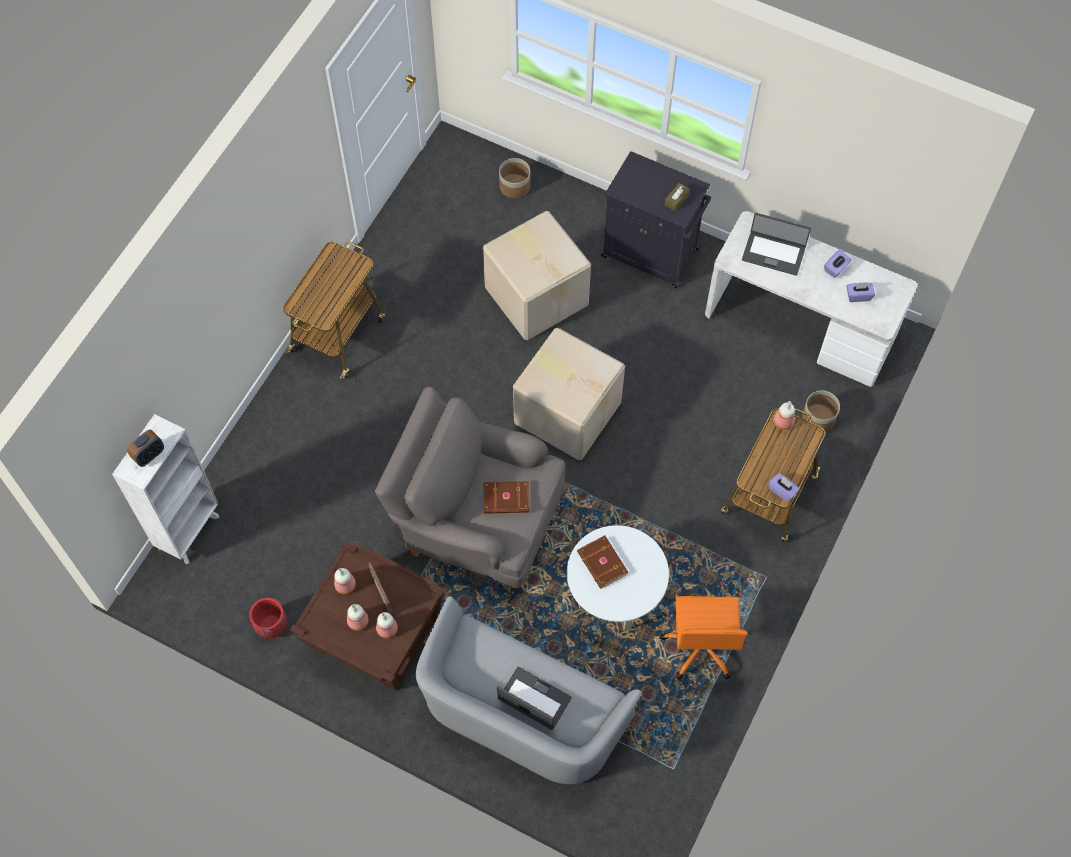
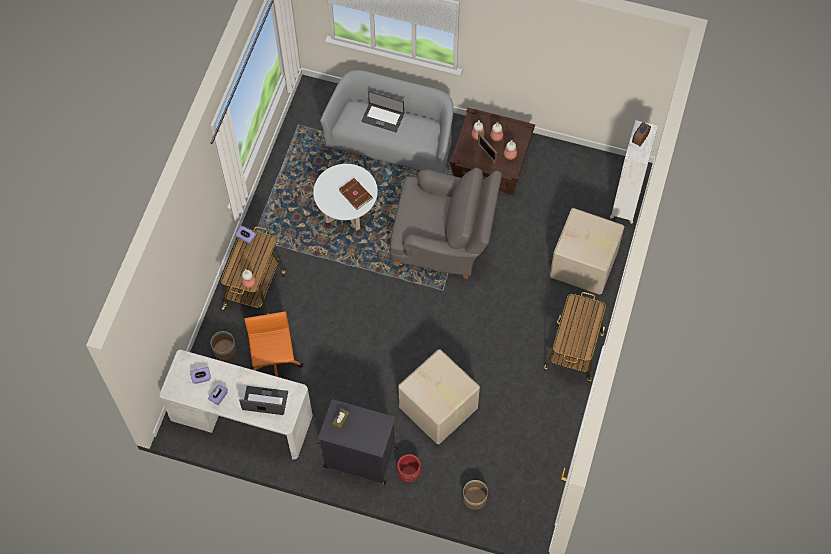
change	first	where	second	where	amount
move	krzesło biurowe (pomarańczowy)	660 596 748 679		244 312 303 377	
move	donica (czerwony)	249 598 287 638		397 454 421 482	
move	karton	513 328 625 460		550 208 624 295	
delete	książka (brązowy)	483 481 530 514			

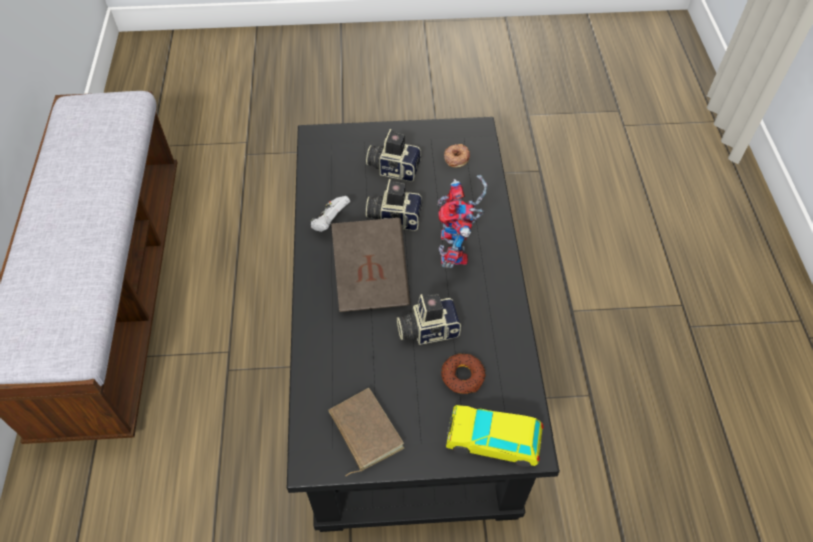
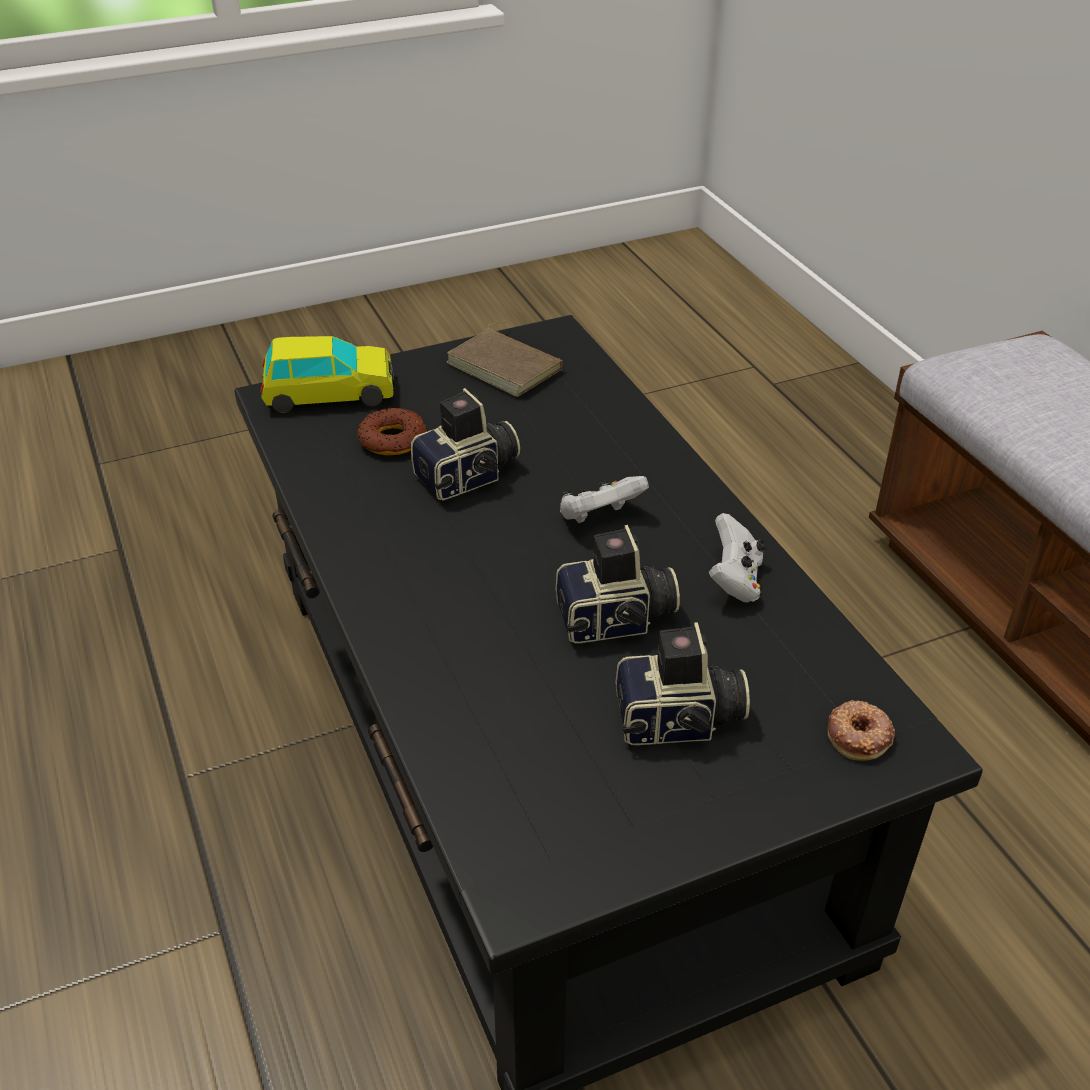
change	first	where	second	where	amount
replace	książka (brązowy)	331 218 410 312	pad do gier (biały)	560 476 649 523	
move	donut	444 144 470 168		828 700 895 761	
delete	robot zabawkowy	438 175 488 268			

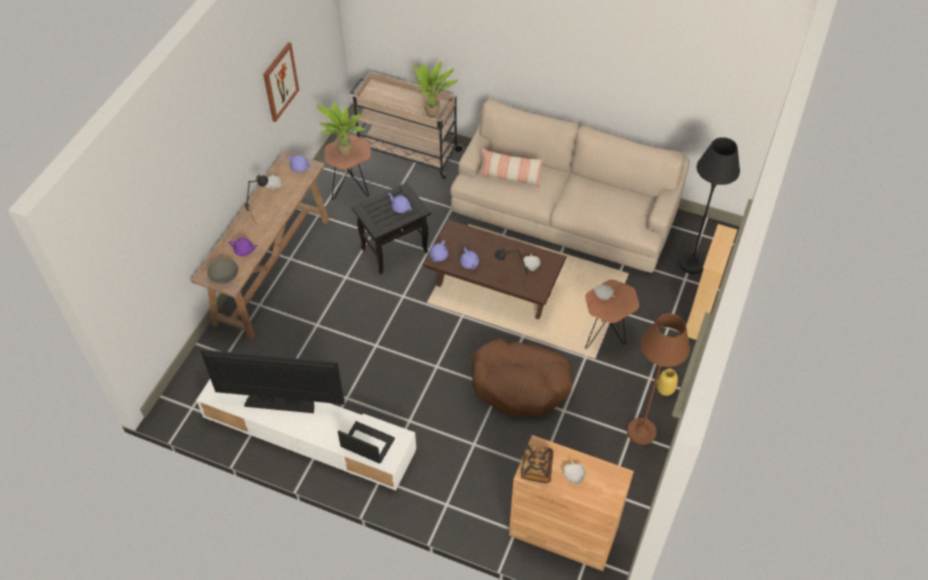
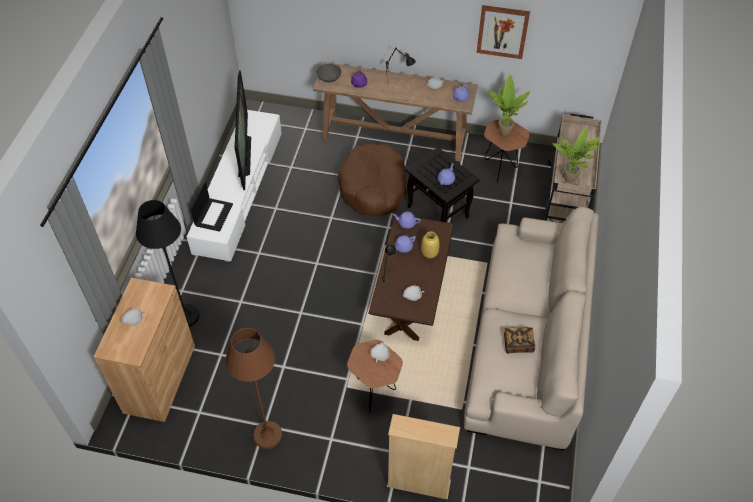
change	first	where	second	where	amount
move	lampa stojąca (czarny)	679 137 740 274		136 200 199 327	
move	legowisko (brązowy)	471 338 573 416		338 143 407 216	
move	wazon (żółty)	657 369 678 396		421 231 439 258	
move	książka	521 444 553 483		504 327 535 354	
delete	poduszka	479 148 543 188			

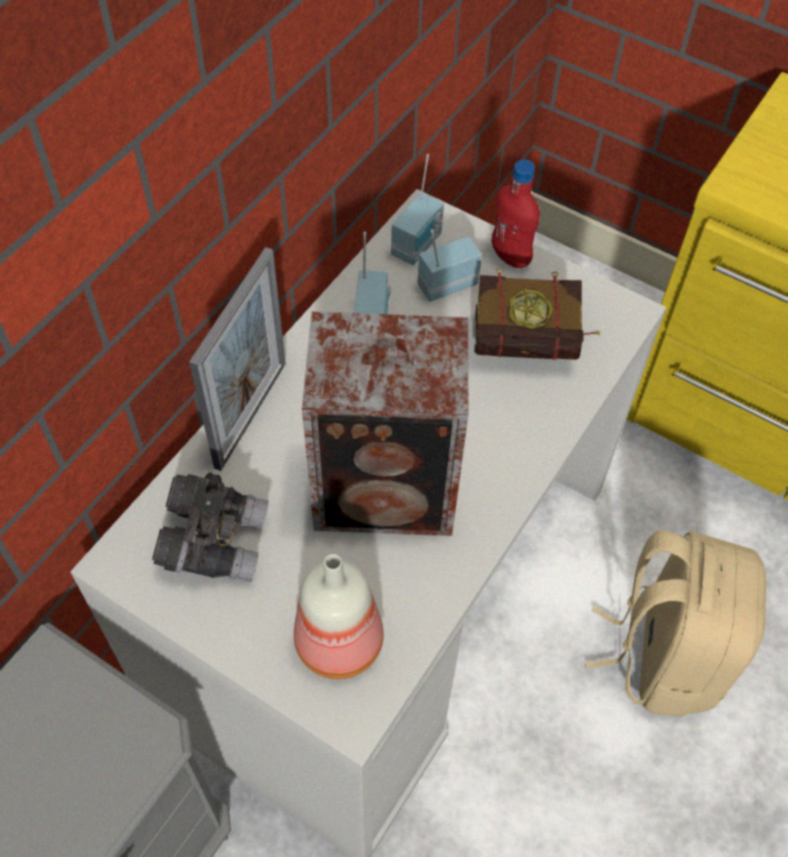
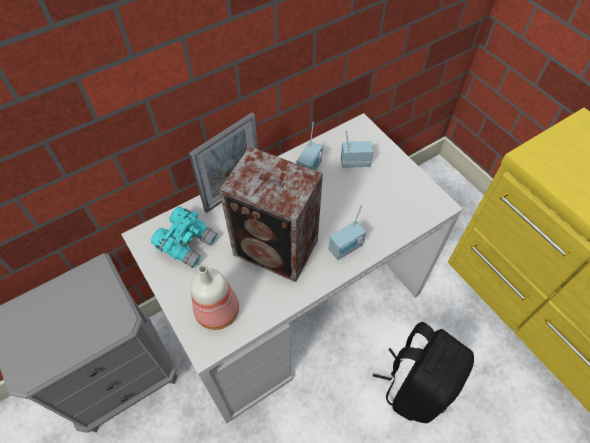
change	first	where	second	where	amount
recolor	lornetka (szary)	152 473 269 582	lornetka (turkusowy)	151 206 217 268	
move	radio	391 154 444 265		329 204 366 260	
recolor	plecak (beżowy)	585 530 766 717	plecak (czarny)	373 322 474 423	
delete	książka	474 269 600 360			
delete	butelka (czerwony)	492 160 540 268			

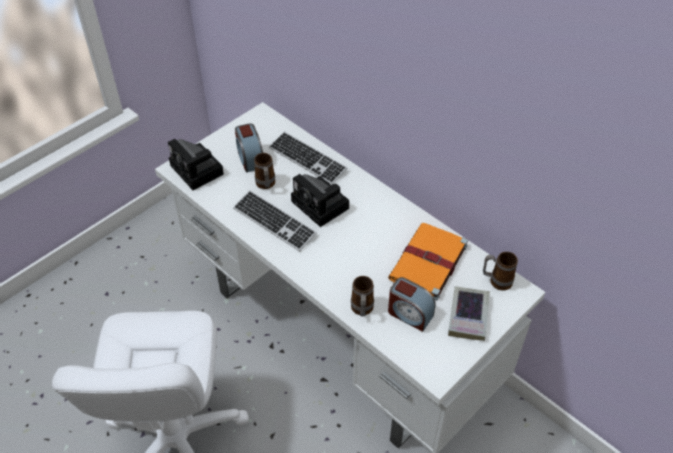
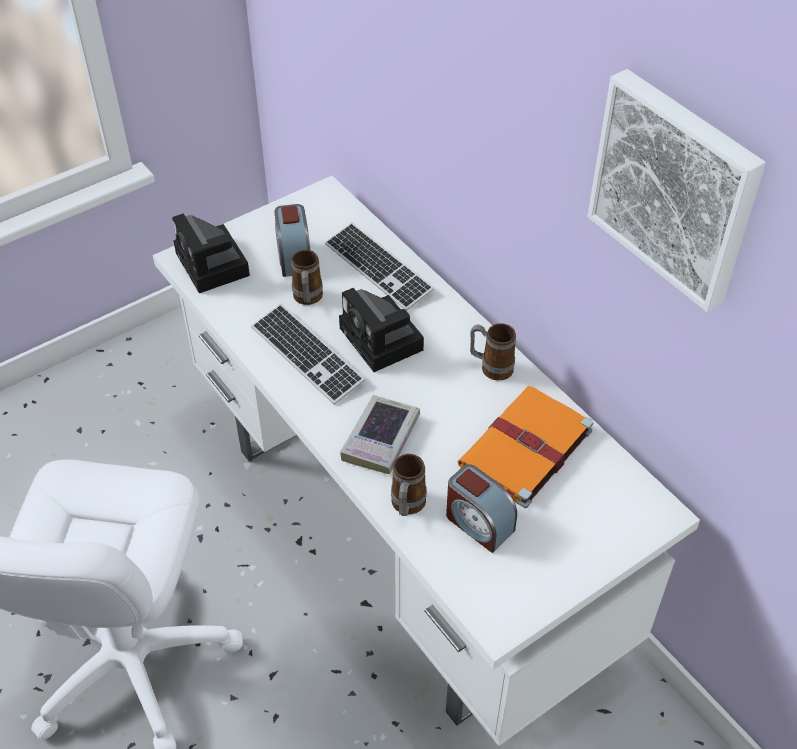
change	first	where	second	where	amount
move	książka	448 286 490 341		340 395 420 474	
move	kubek	483 252 518 290		470 323 516 381	
insert			obraz	588 69 766 312	

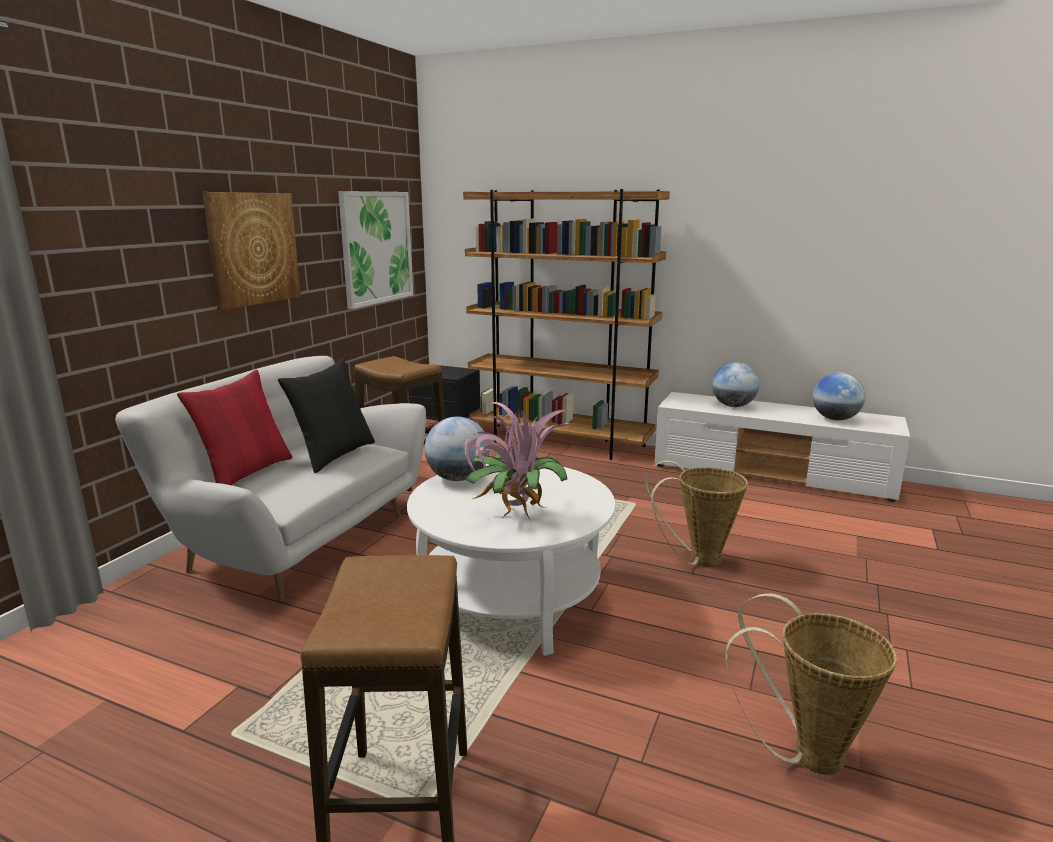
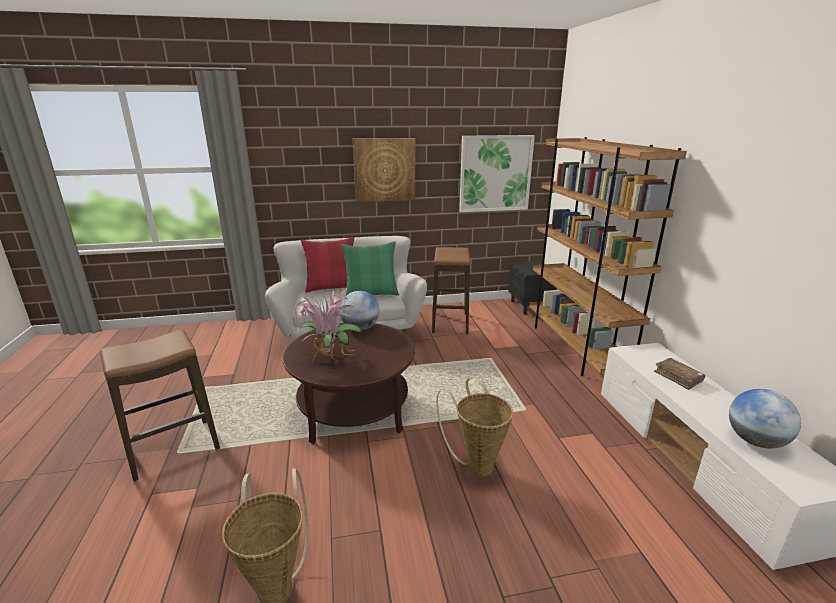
change	first	where	second	where	amount
recolor	ława (biały)	407 464 615 656	ława (brązowy)	283 323 415 444	
recolor	poduszka (czarny)	278 358 375 473	poduszka (zielony)	341 241 399 295	
replace	globus	712 362 759 407	książka (brązowy)	654 358 705 390	

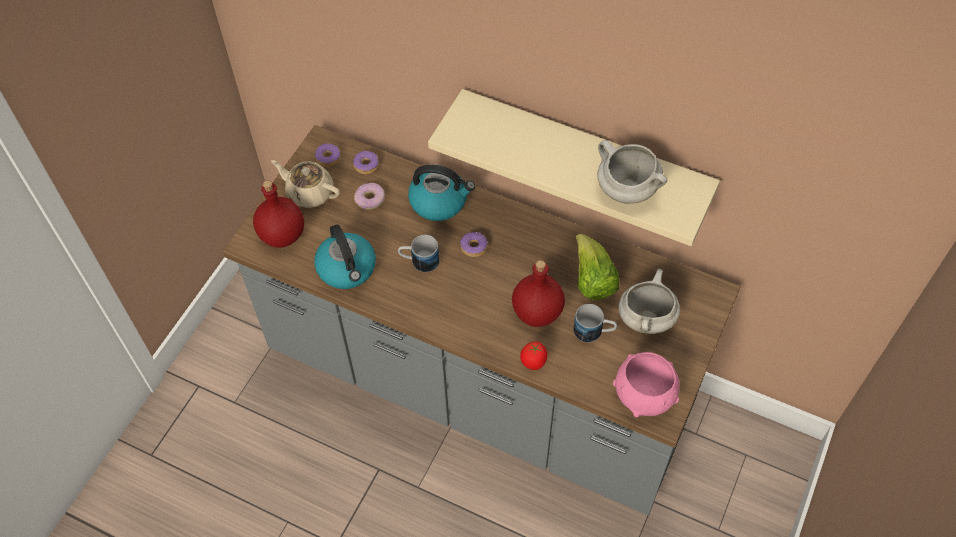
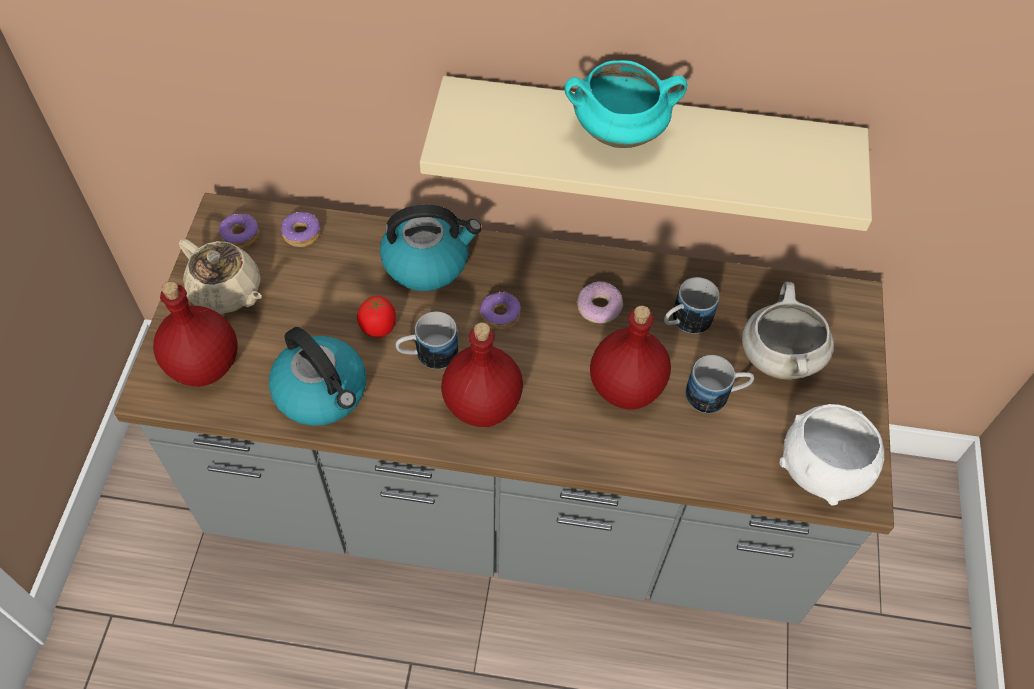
change	first	where	second	where	amount
rotate	imbryk (beżowy)	271 160 340 208		179 238 262 314	150 degrees counterclockwise
move	pomidor	520 341 548 370		357 296 396 337	
insert			butelka (czerwony)	441 322 523 427	
insert			garnek (turkusowy)	565 60 687 148	
move	donut	354 183 385 210		577 281 623 323	
replace	sałata	576 234 619 300	kubek	664 277 719 334	
recolor	miska (różowy)	613 352 680 417	miska (biały)	779 404 884 505	
delete	garnek (biały)	597 140 667 204			

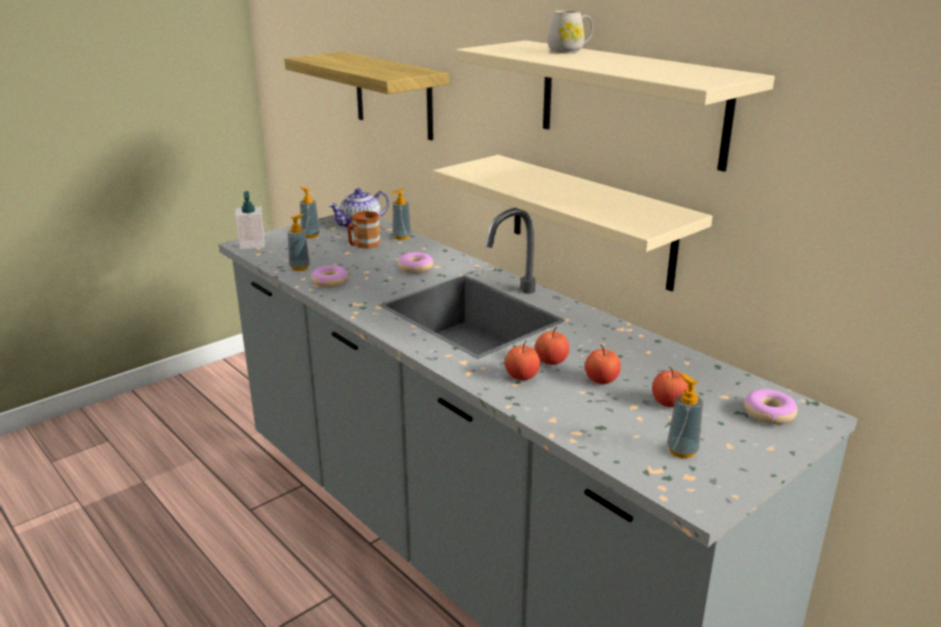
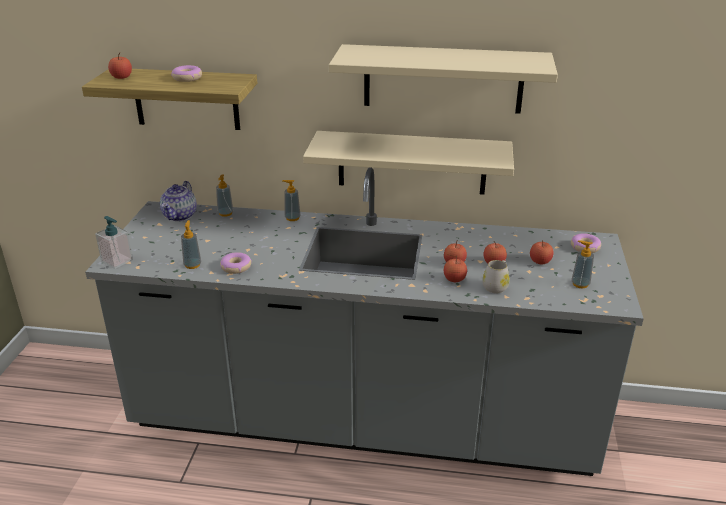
change	first	where	second	where	amount
insert			jabłko	108 53 132 79	
move	donut	398 252 433 273		171 65 202 82	
move	dozownik mydła	300 187 320 238		282 180 301 221	
move	kubek (biały)	547 10 593 53		482 260 509 293	
delete	kubek (brązowy)	347 211 381 249			

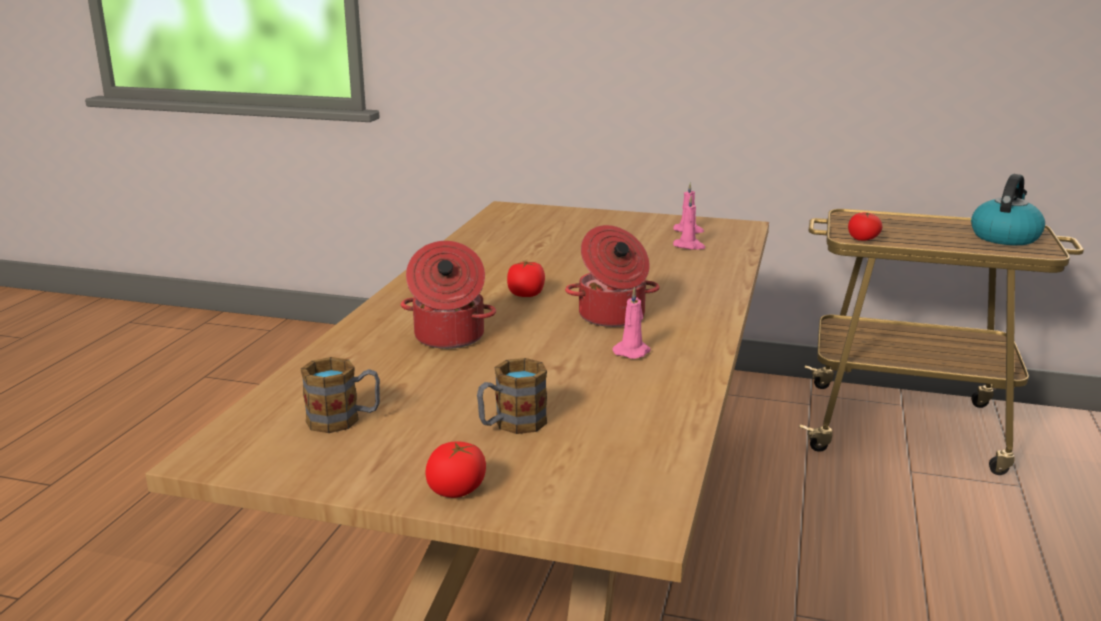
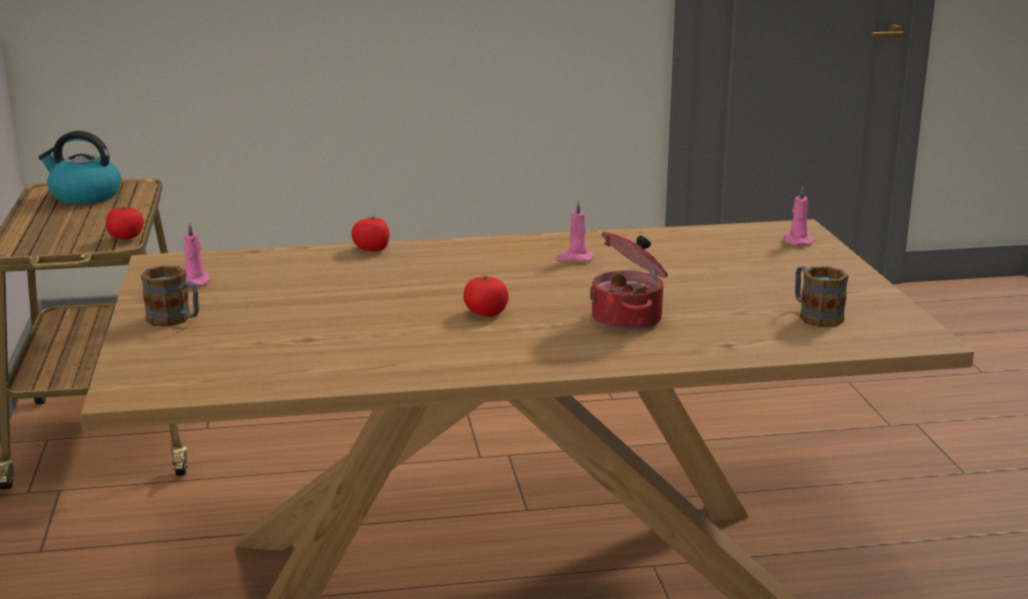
change	first	where	second	where	amount
move	kubek	477 358 547 434		141 266 199 326	
move	pomidor	426 441 486 498		351 216 390 251	
move	świeca (różowy)	673 196 705 250		783 186 815 245	
delete	garnek	565 225 660 327			

